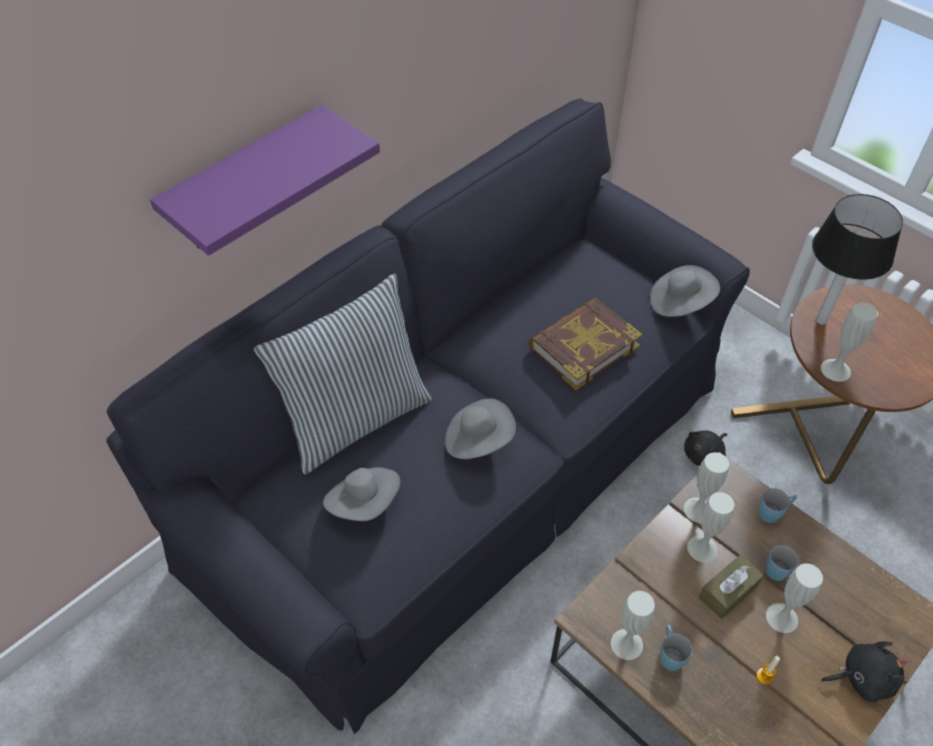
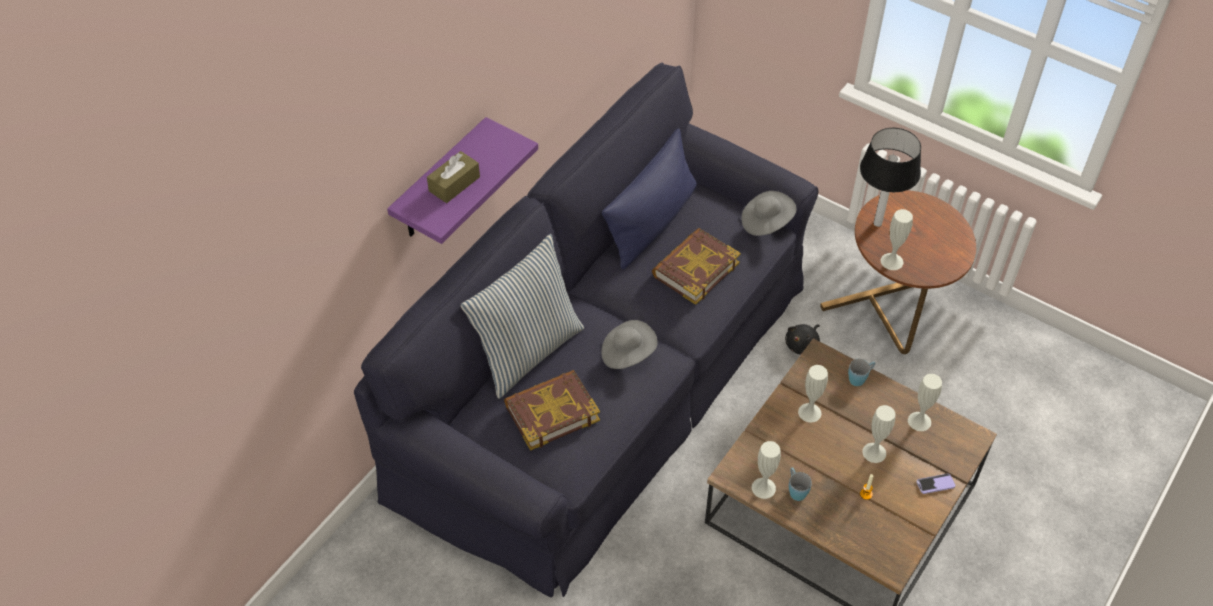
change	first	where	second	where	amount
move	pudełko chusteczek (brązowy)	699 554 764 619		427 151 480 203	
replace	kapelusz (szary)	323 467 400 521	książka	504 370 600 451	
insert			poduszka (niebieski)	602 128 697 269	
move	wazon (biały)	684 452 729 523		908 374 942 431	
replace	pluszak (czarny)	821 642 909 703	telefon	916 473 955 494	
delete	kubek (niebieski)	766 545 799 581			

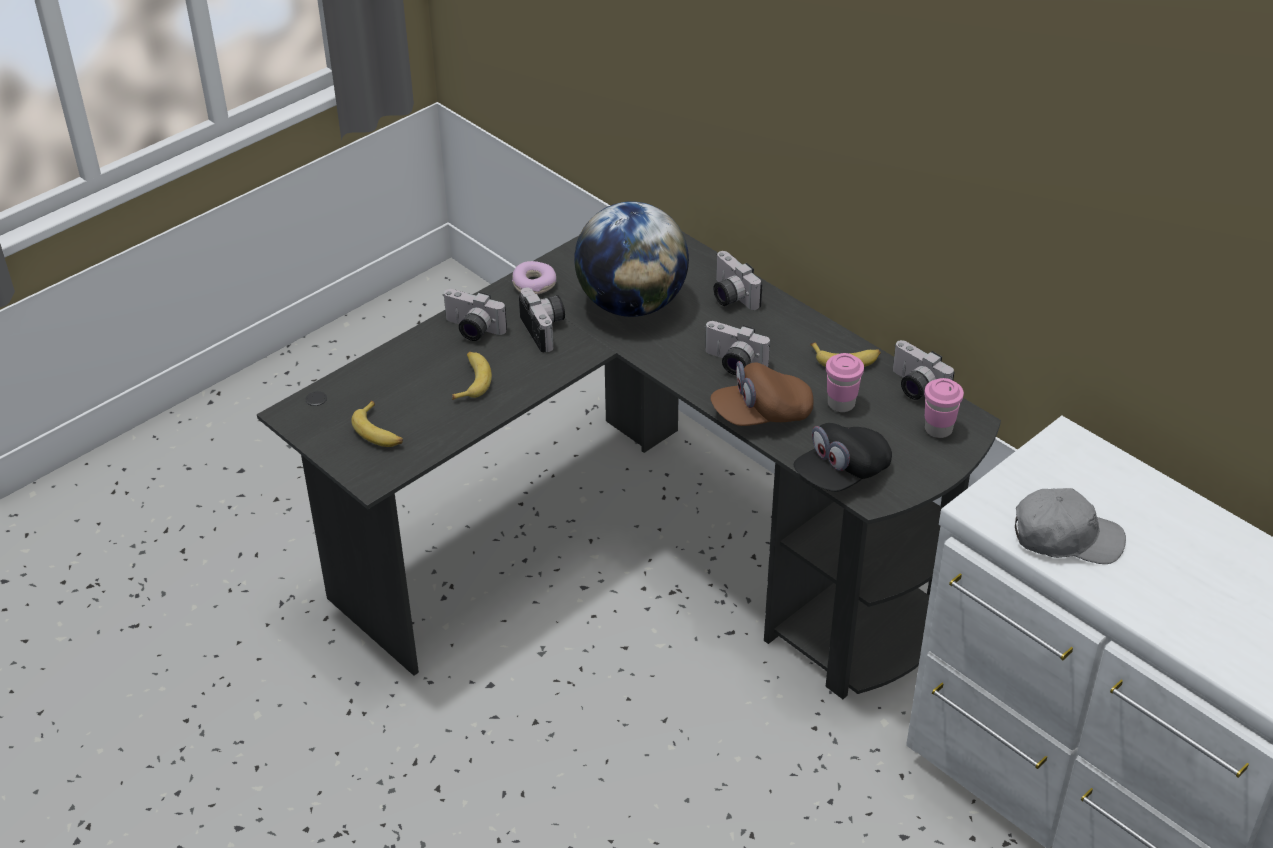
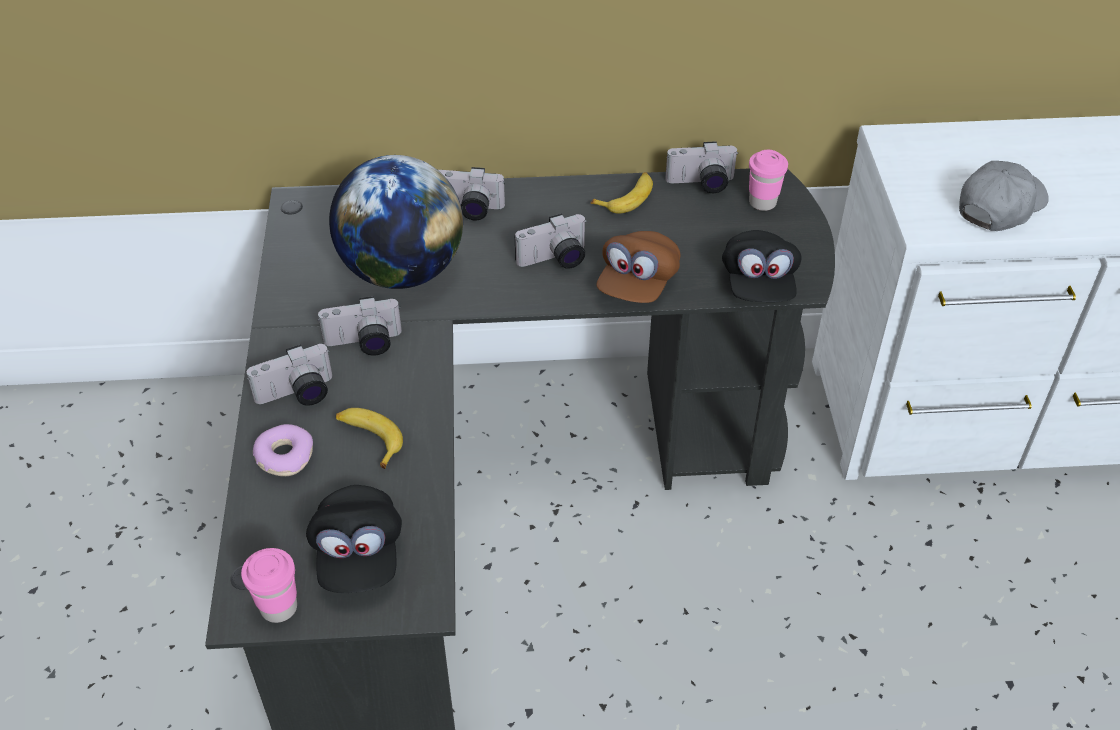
change	first	where	second	where	amount
move	filiżanka (różowy)	826 353 864 412		241 548 297 623	
move	donut	512 261 556 295		253 424 313 476	
replace	banan	351 401 403 447	czapka z daszkiem (czarny)	306 485 402 593	
rotate	aparat fotograficzny	519 288 565 352		318 296 402 356	150 degrees clockwise

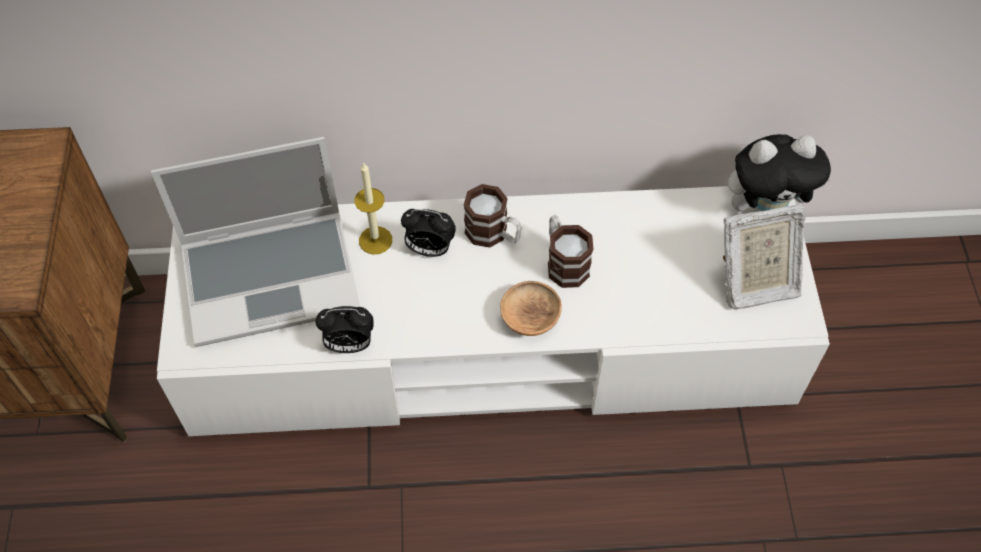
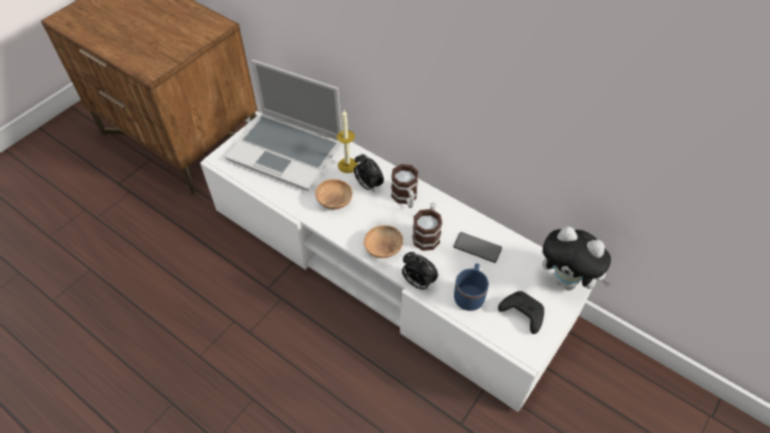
change	first	where	second	where	amount
insert			miska (brązowy)	315 179 353 209	
move	budzik	316 306 374 353		402 252 438 290	
insert			telefon	454 232 502 263	
insert			kubek (niebieski)	454 264 489 311	
replace	ramka na zdjęcie	723 204 805 309	pad do gier (czarny)	498 291 544 334	

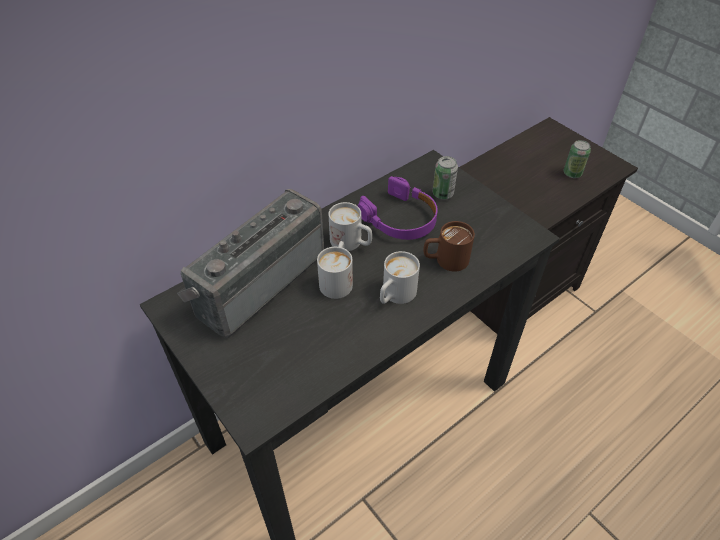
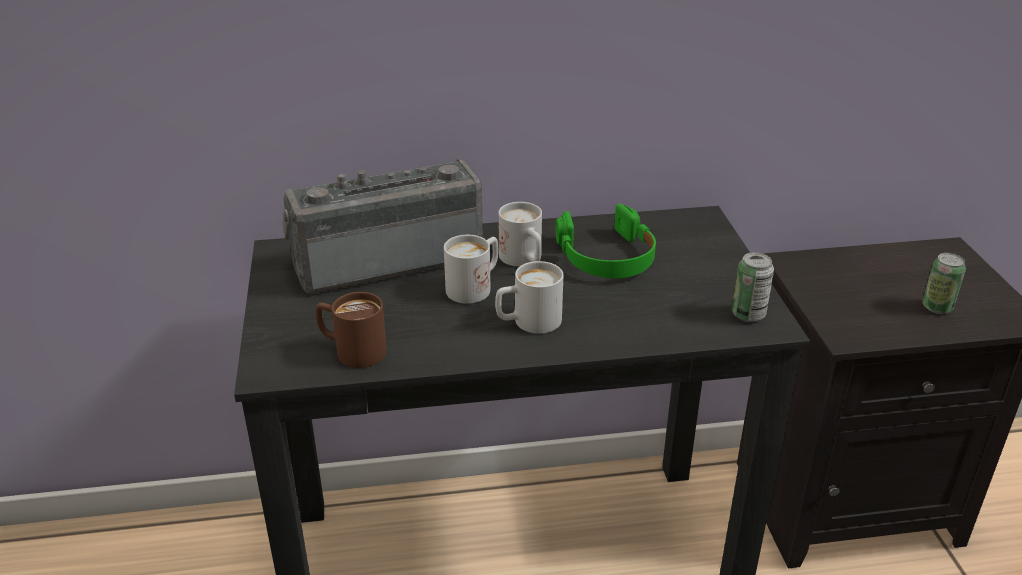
change	first	where	second	where	amount
move	kubek (brązowy)	423 221 475 271		316 292 387 368	
recolor	słuchawki (fioletowy)	357 176 438 240	słuchawki (zielony)	555 204 656 278	
move	puszka	432 156 458 199		732 252 774 322	

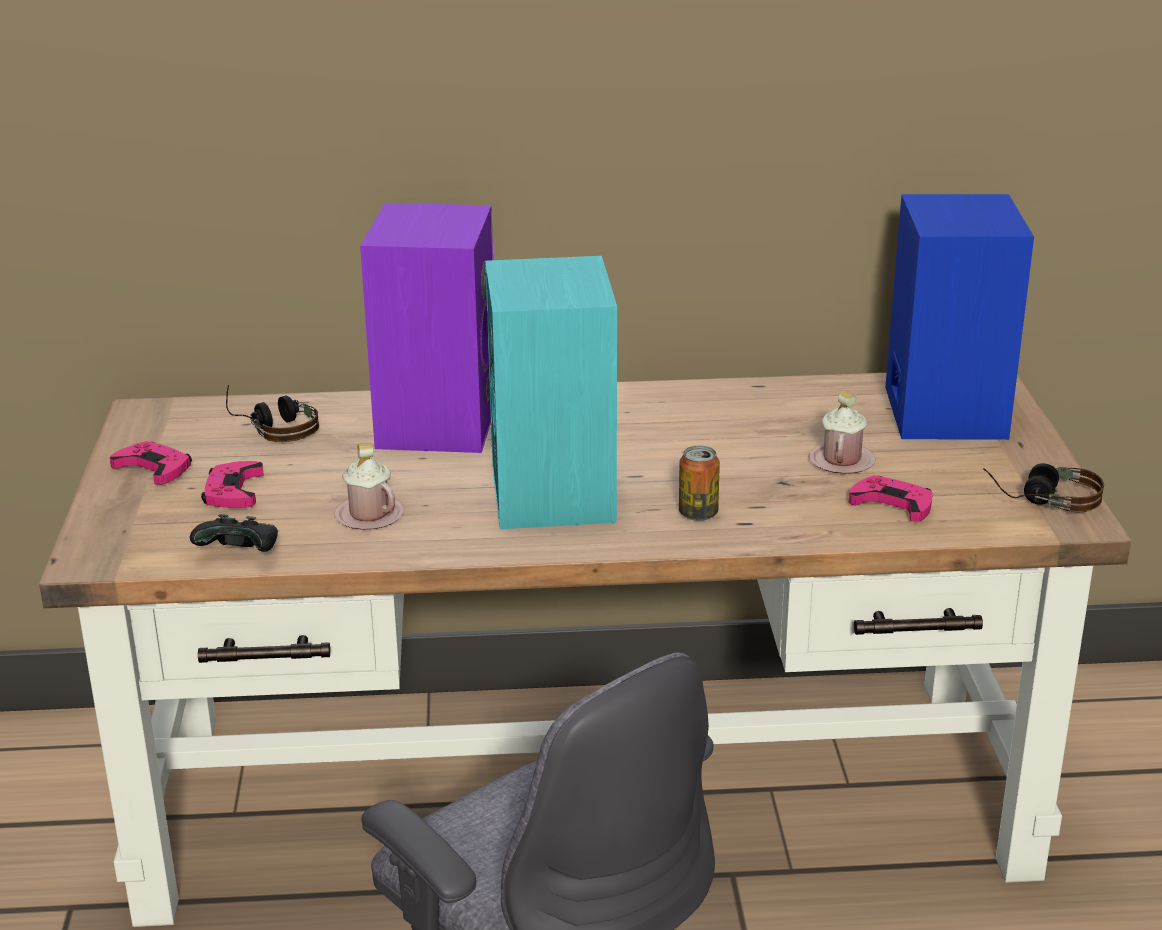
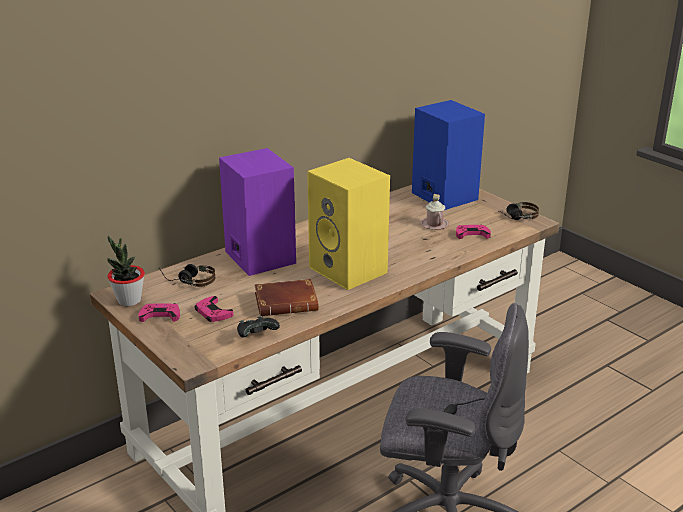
change	first	where	second	where	amount
insert			roślina doniczkowa	107 236 145 306	
replace	kubek (różowy)	334 443 404 530	książka (brązowy)	255 279 319 316	
recolor	głośnik (turkusowy)	485 256 617 529	głośnik (żółty)	307 158 390 290	
delete	puszka	679 445 720 521			

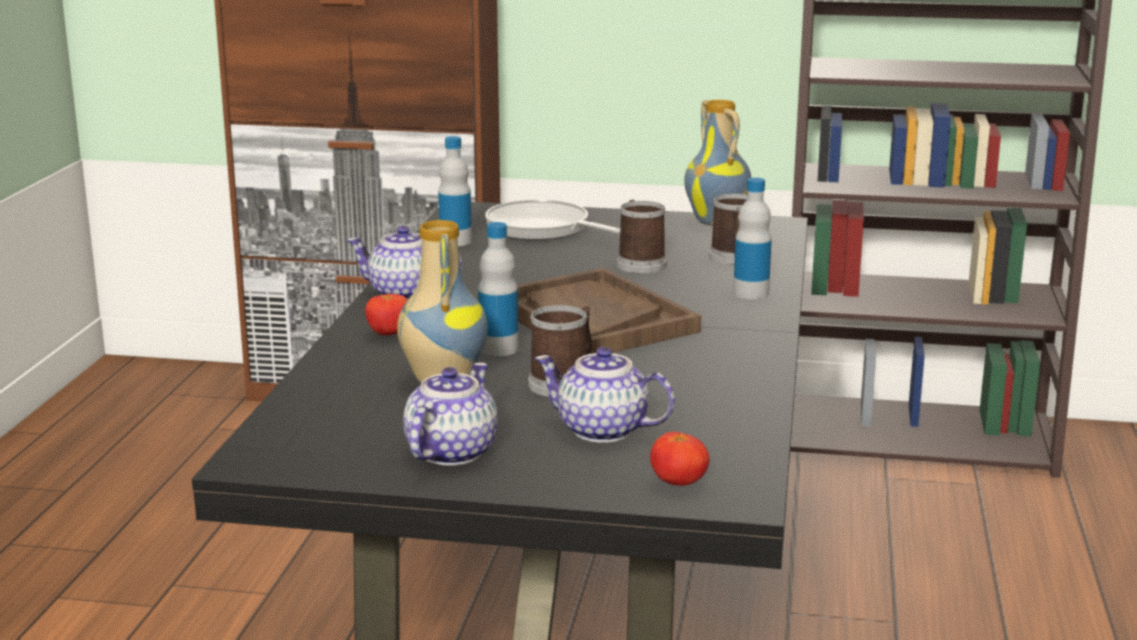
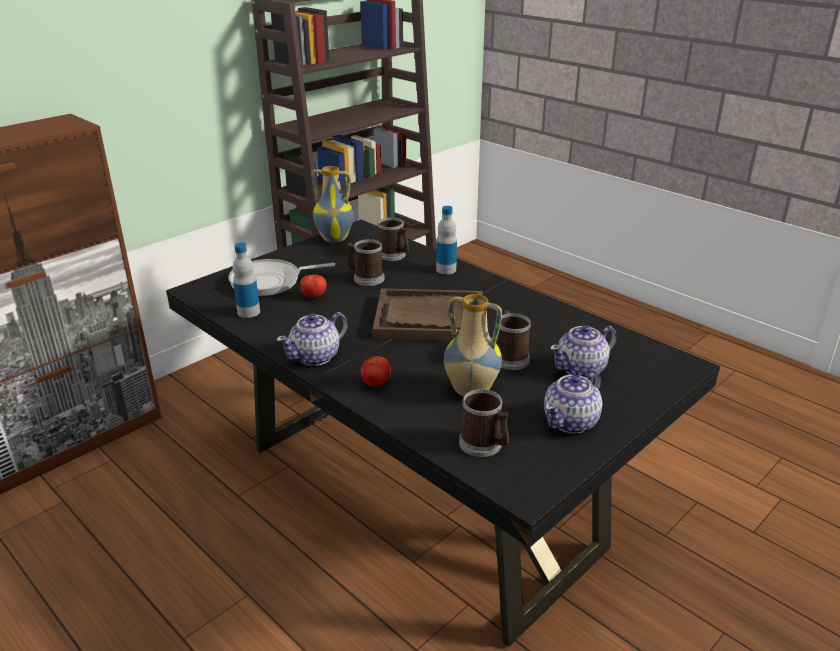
change	first	where	second	where	amount
move	pomidor	650 432 710 486		300 275 327 298	
insert			kubek	459 389 509 457	
rotate	imbryk	403 363 498 465		544 370 602 434	105 degrees counterclockwise
delete	butelka	478 222 518 356			

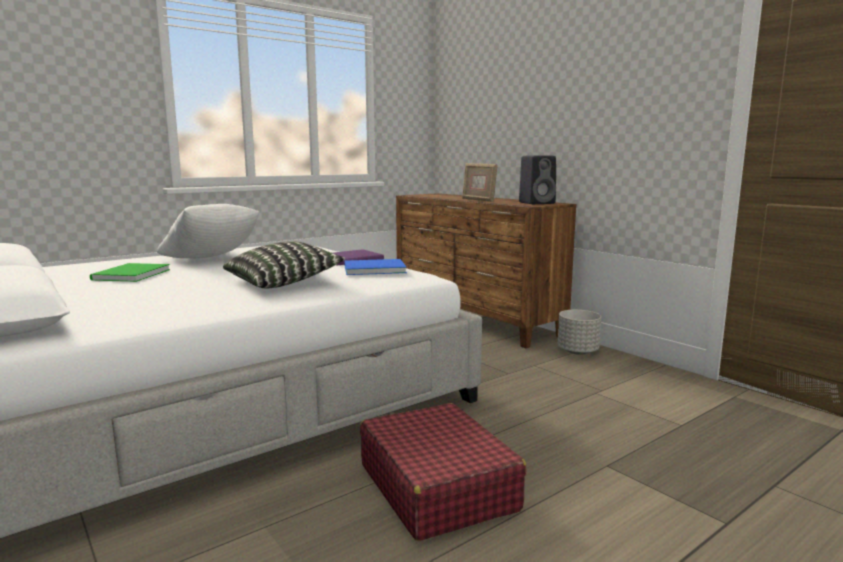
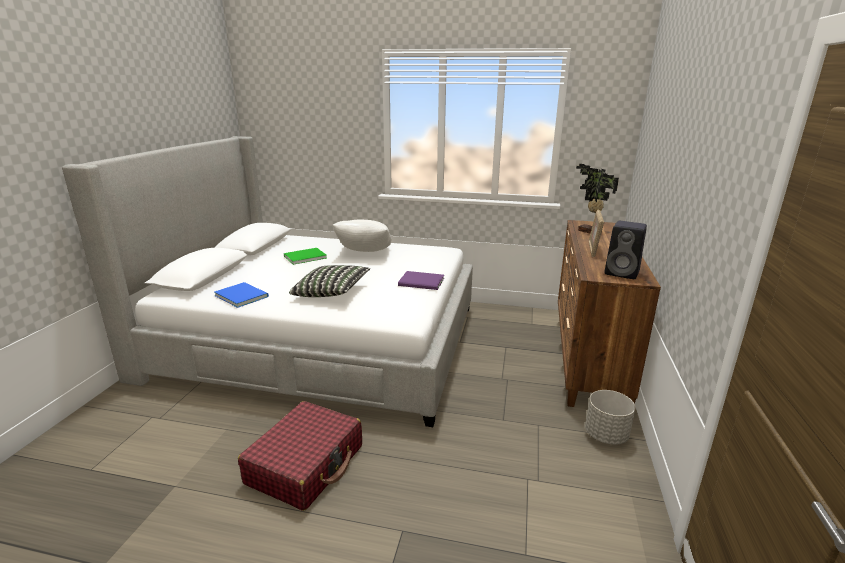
change	first	where	second	where	amount
move	książka (niebieski)	344 259 407 275		214 282 269 308	
insert			roślina doniczkowa	576 164 619 234	

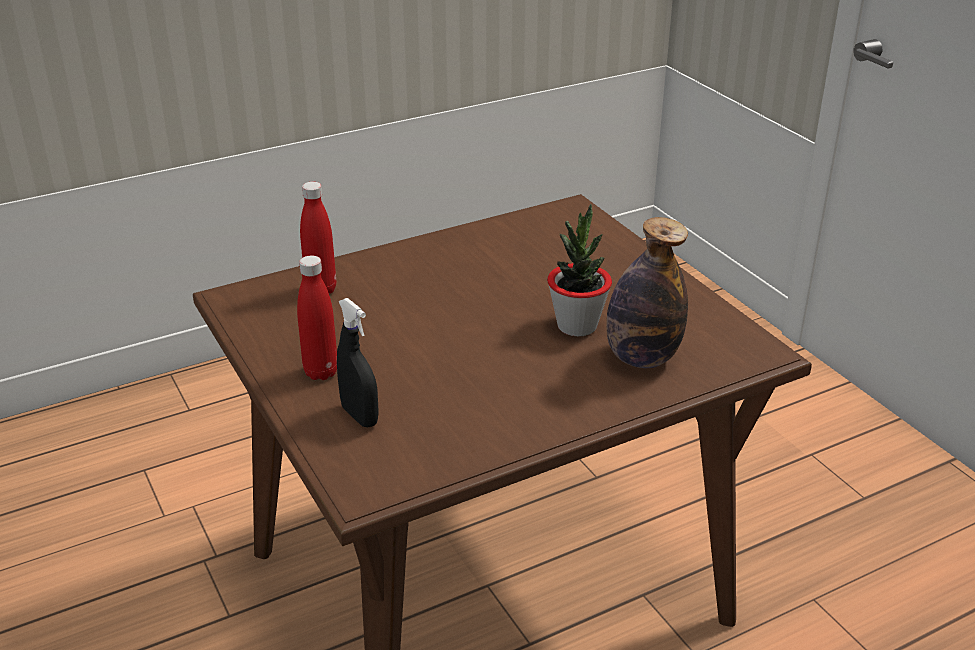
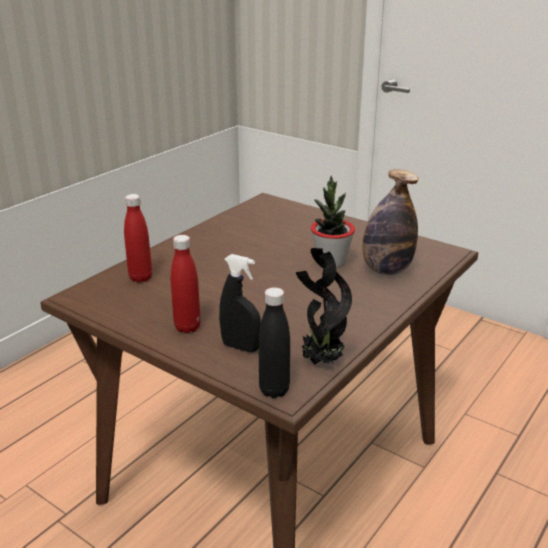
change	first	where	second	where	amount
insert			butelka (czarny)	259 287 290 398	
insert			roślina doniczkowa	296 248 352 365	

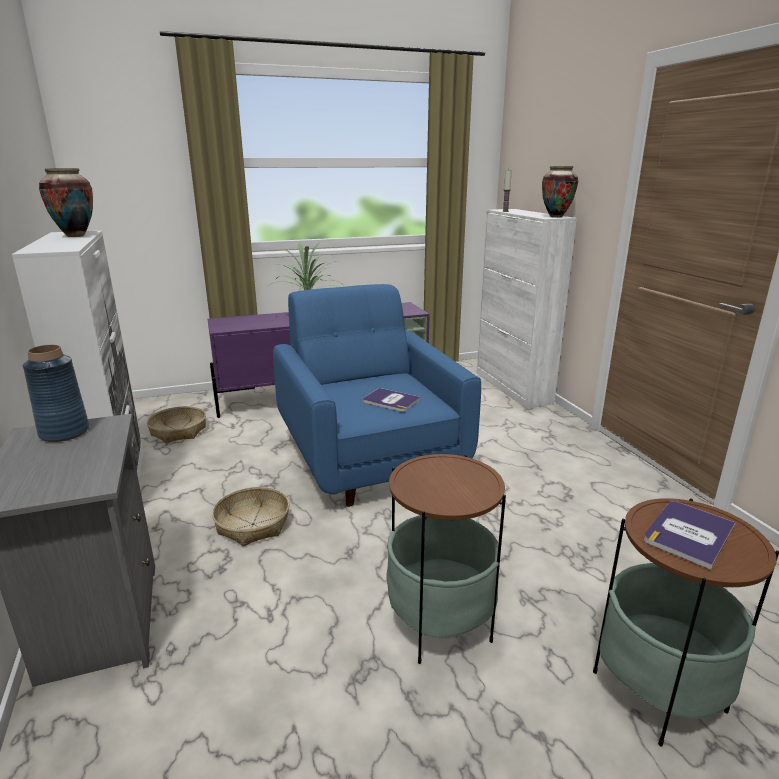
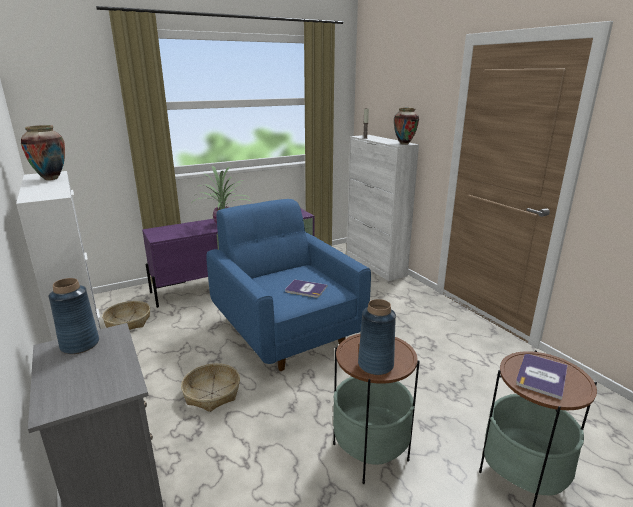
change	first	where	second	where	amount
insert			wazon (niebieski)	358 299 396 375	

